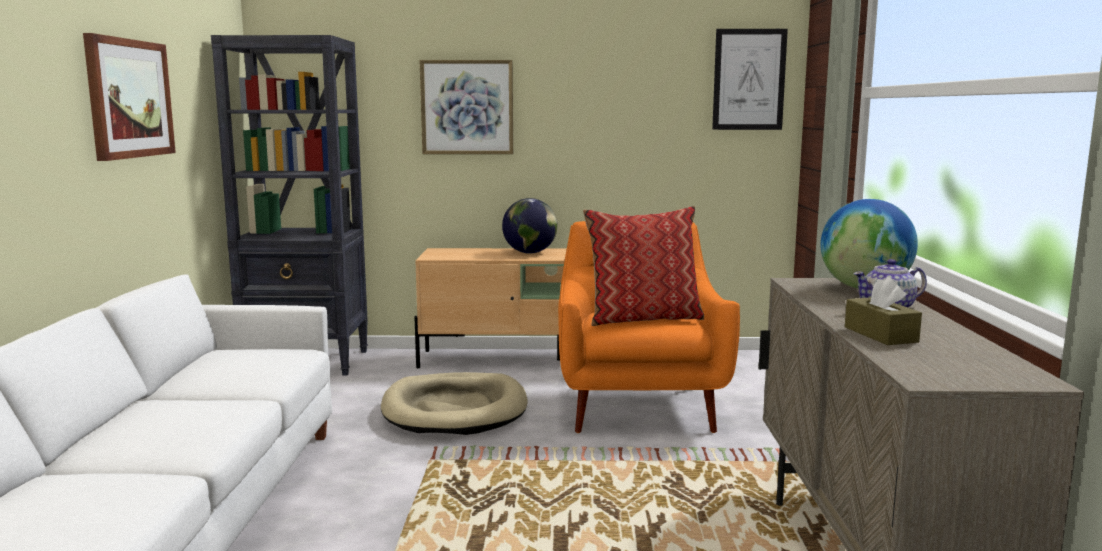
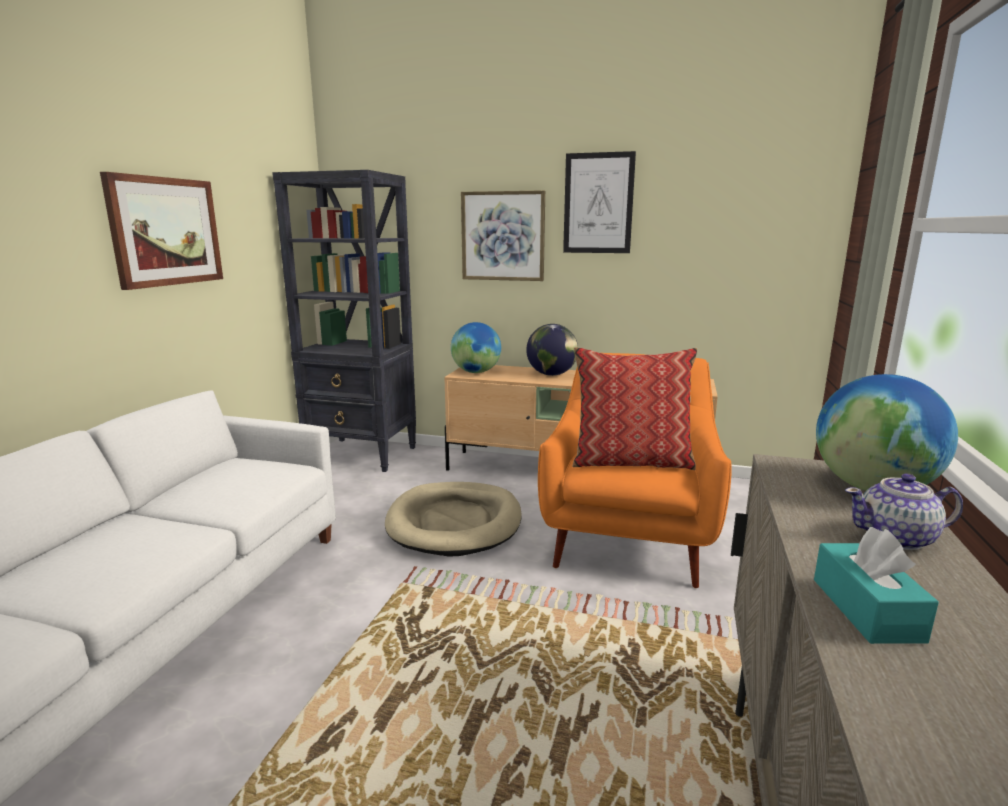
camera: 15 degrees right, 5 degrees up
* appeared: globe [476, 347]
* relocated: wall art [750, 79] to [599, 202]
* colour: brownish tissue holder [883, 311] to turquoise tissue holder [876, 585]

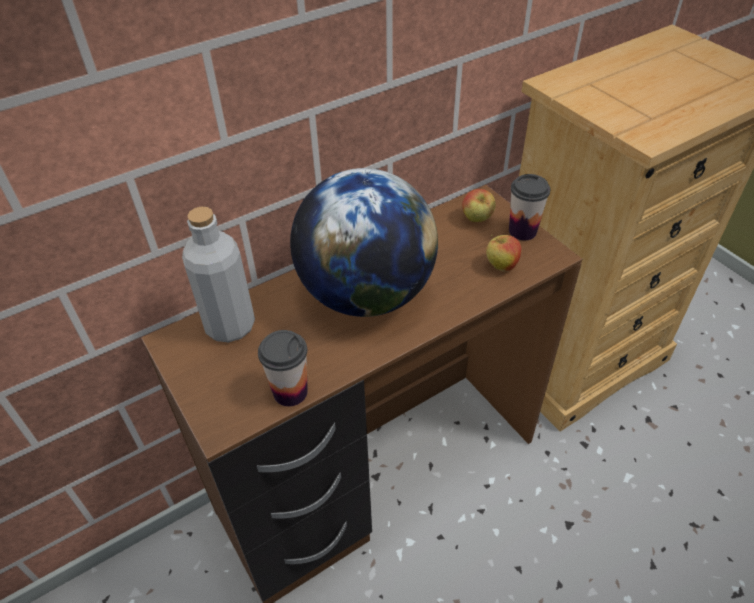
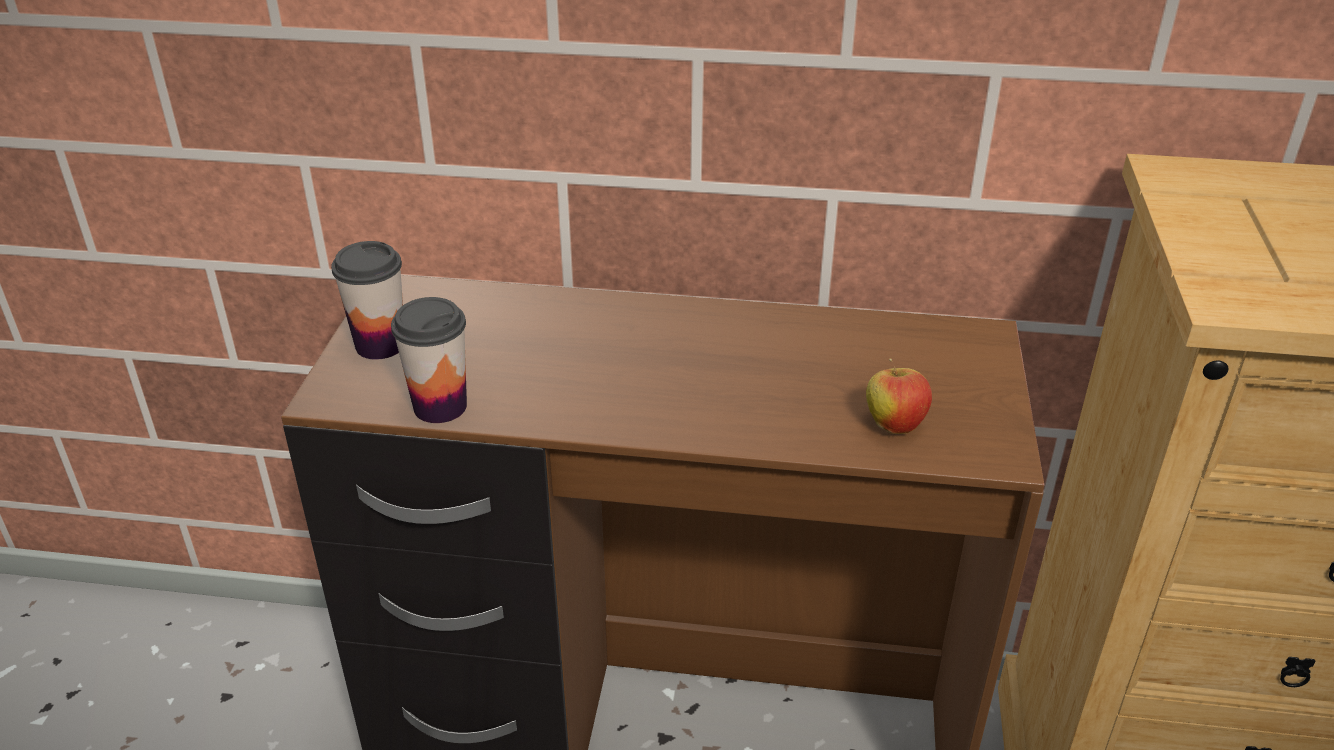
camera: 40 degrees right, 10 degrees down
* relocated: small cup [529, 207] to [367, 300]
* missing: greyish bottle [218, 274]
* missing: globe [364, 242]
* missing: apple fruit [479, 205]

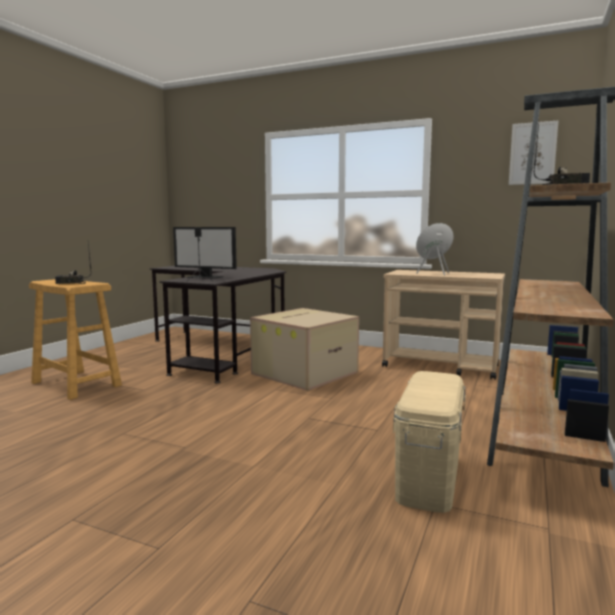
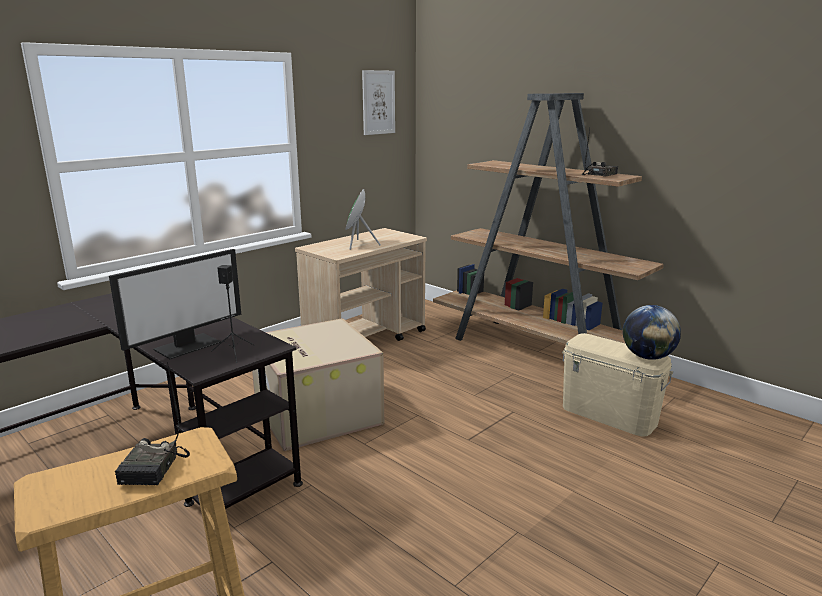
camera: 70 degrees left, 10 degrees up
* appeared: globe [652, 332]

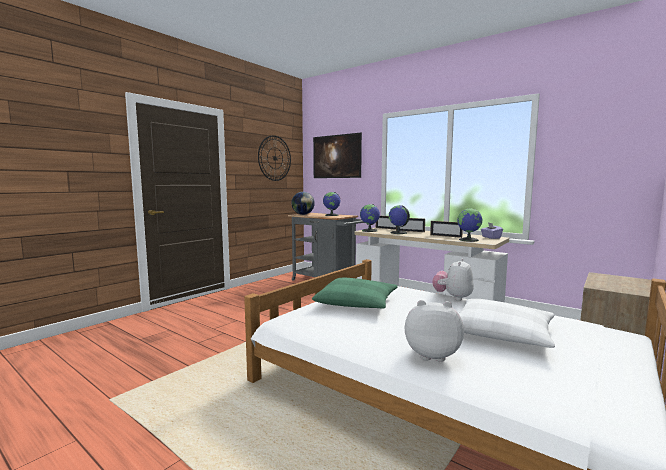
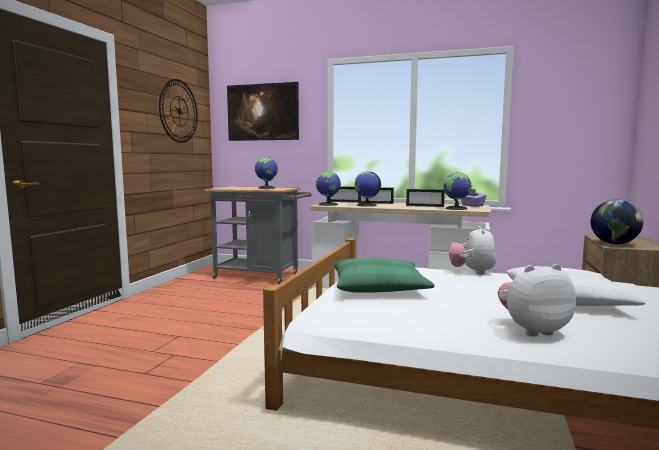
camera: 20 degrees left, 0 degrees up
* relocated: globe [303, 203] to [617, 221]

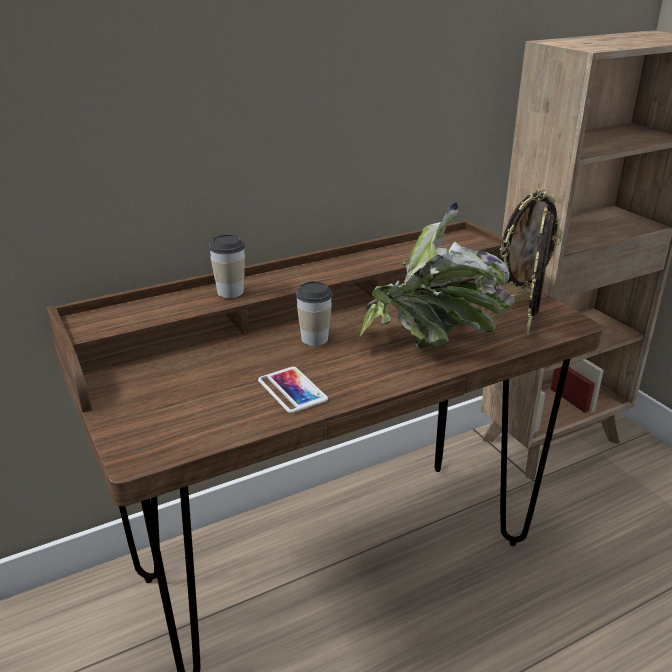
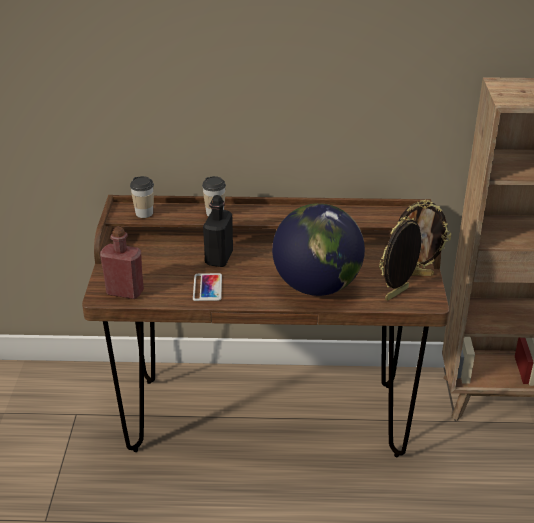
camera: 30 degrees right, 5 degrees up
* appeared: reddish bottle [122, 263]
* relocated: small cup [314, 313] to [142, 197]
* appeared: blackish bottle [218, 231]
* exchanged: houseplant [434, 275] to globe [318, 249]

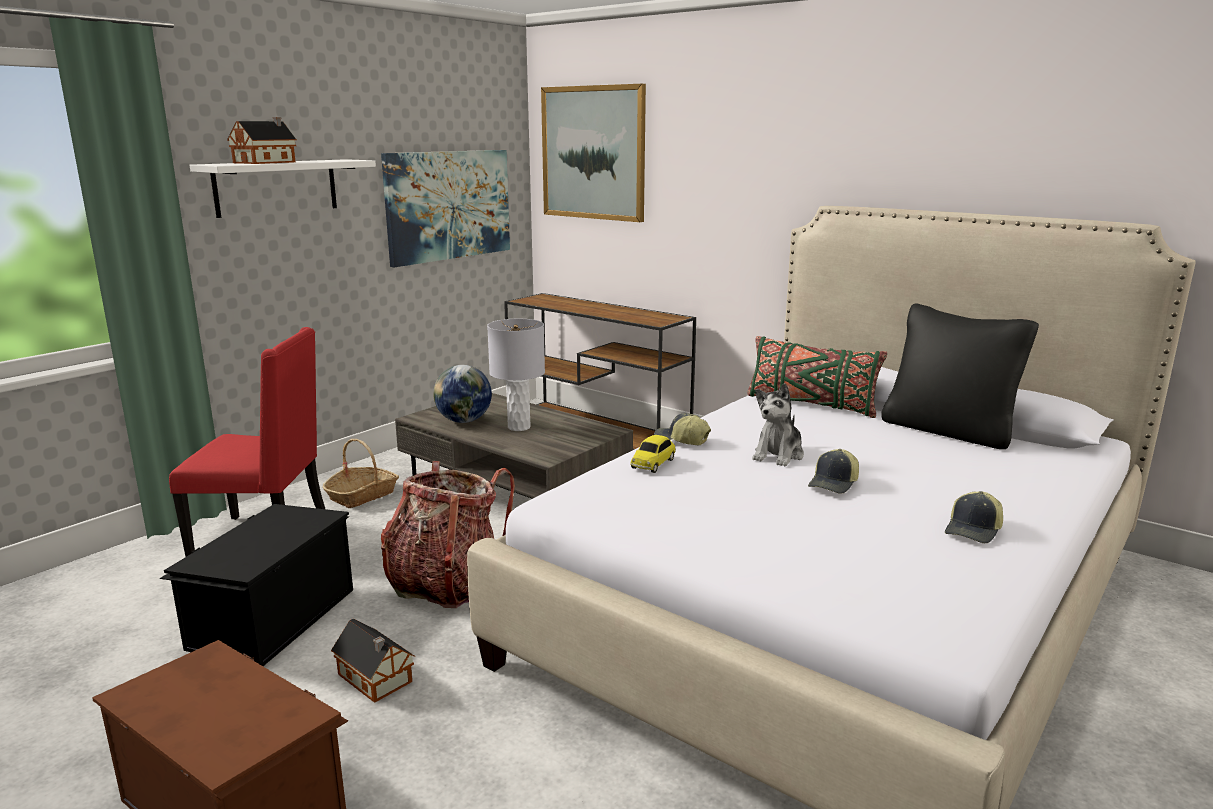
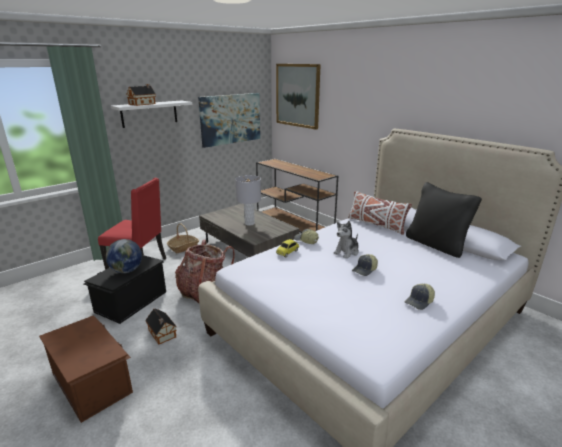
camera: 10 degrees right, 5 degrees up
* relocated: globe [462, 394] to [124, 256]
* colour: greenish pillow [817, 377] to white pillow [380, 213]

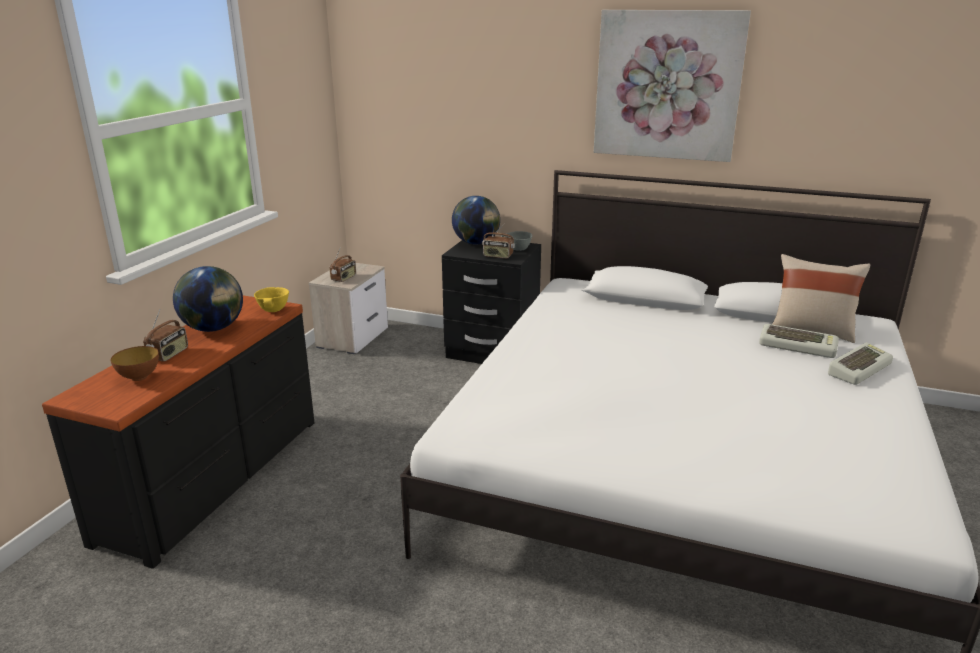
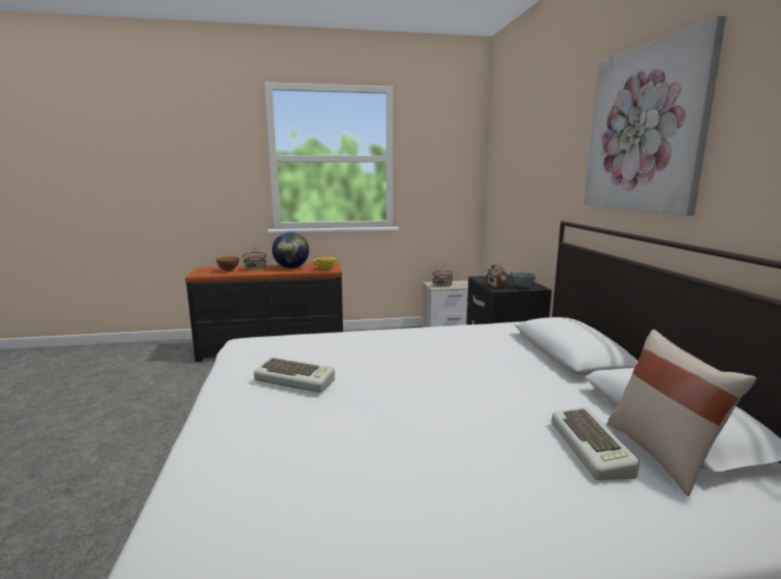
camera: 60 degrees right, 10 degrees down
* relocated: computer keyboard [860, 364] to [294, 374]
* missing: globe [476, 220]

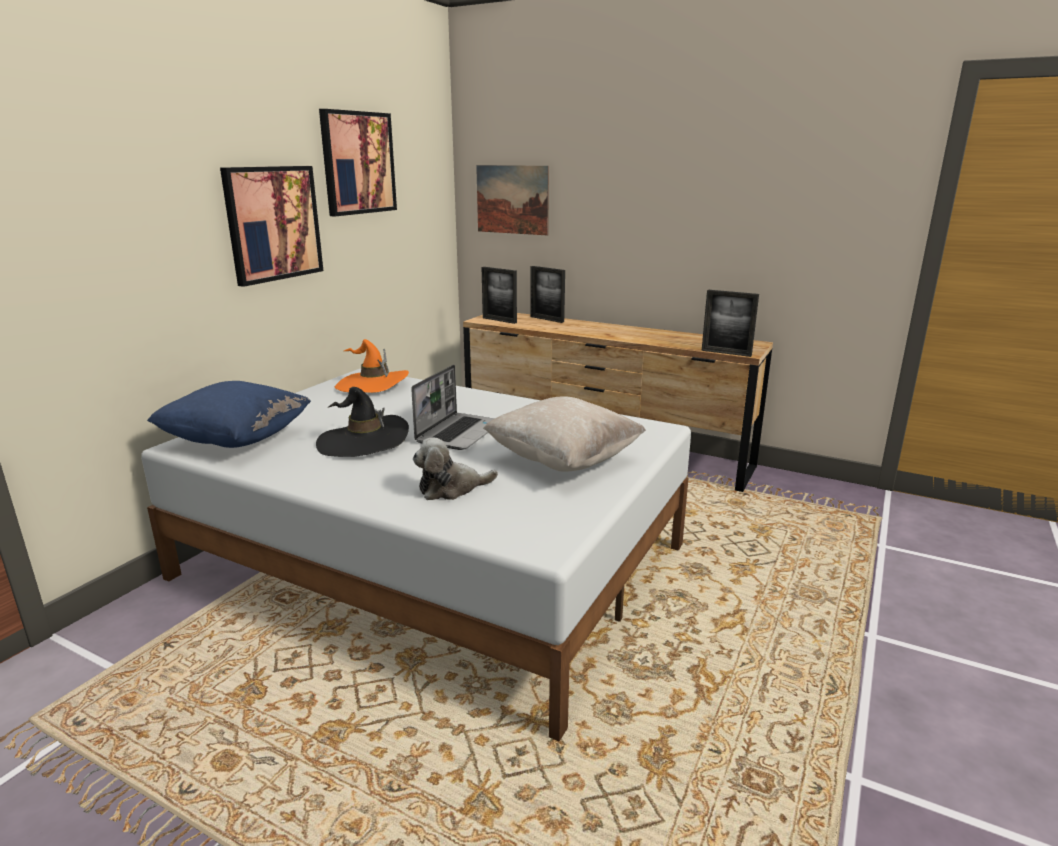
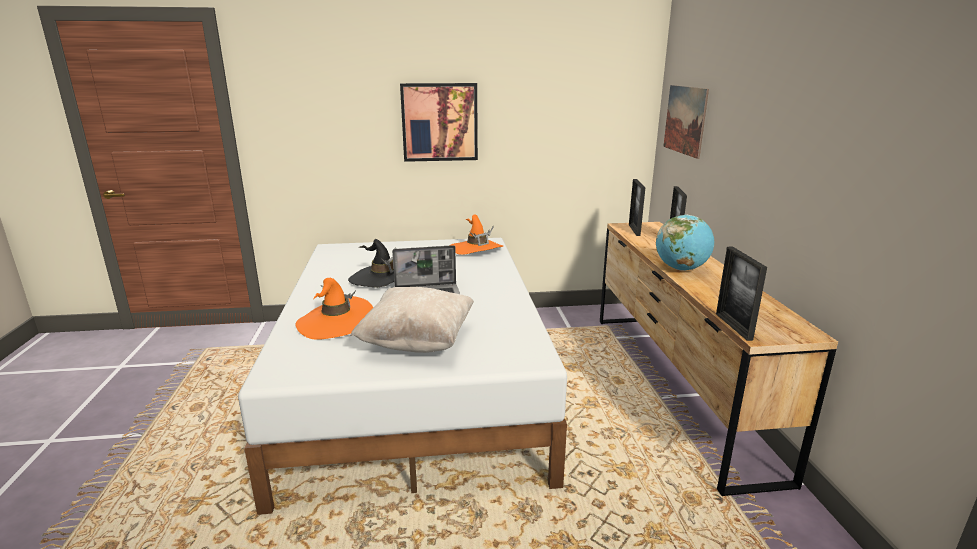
camera: 55 degrees right, 0 degrees up
* exchanged: cuddly toy [455, 469] to orangey wearable hat [334, 309]
* appeared: globe [685, 242]
* missing: bluish pillow [229, 414]
* missing: wall art [358, 162]

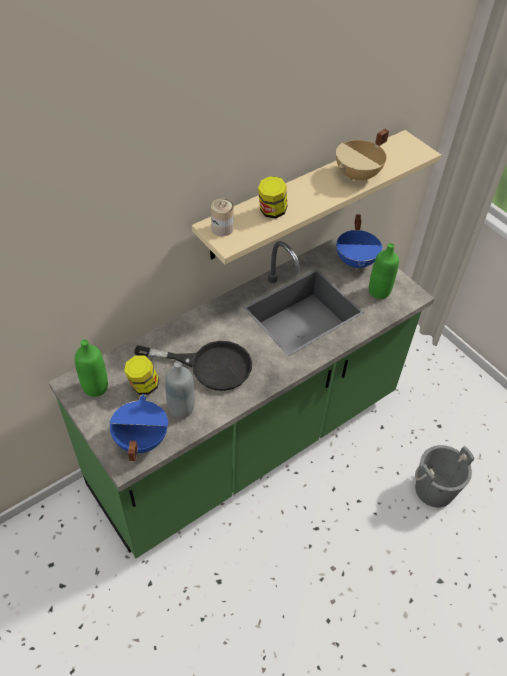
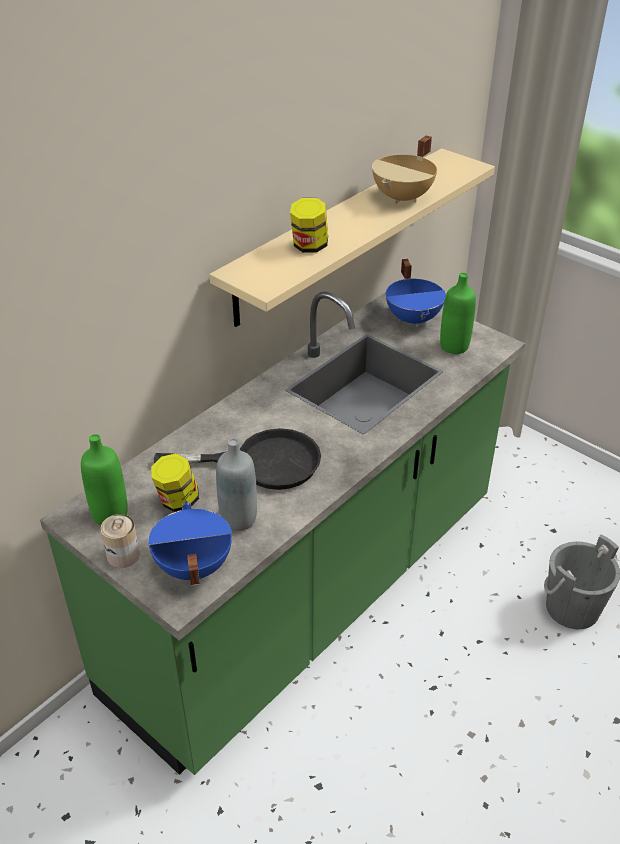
camera: 10 degrees left, 10 degrees down
* relocated: can [222, 217] to [120, 541]

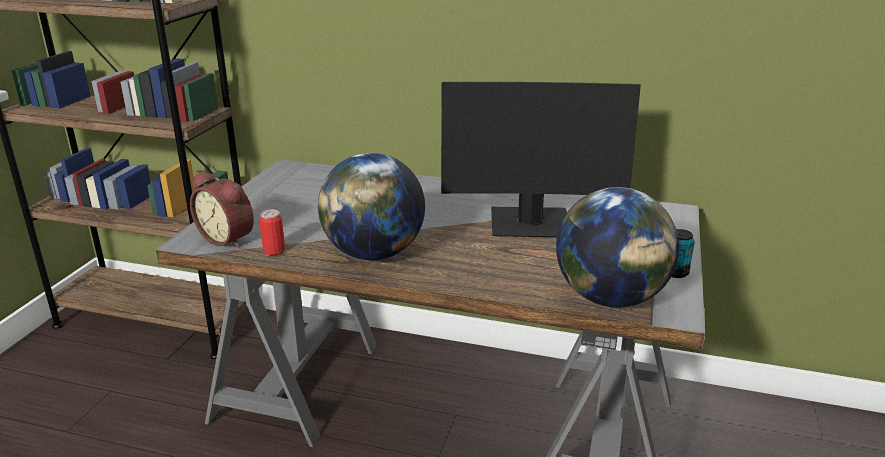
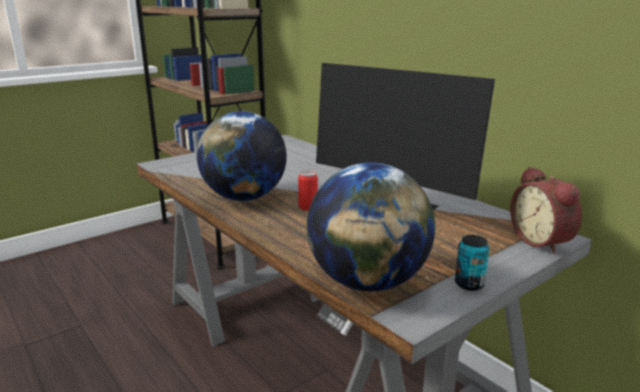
camera: 35 degrees right, 5 degrees down
* relocated: can [272, 232] to [308, 190]
* relocated: bedside clock [222, 209] to [546, 210]

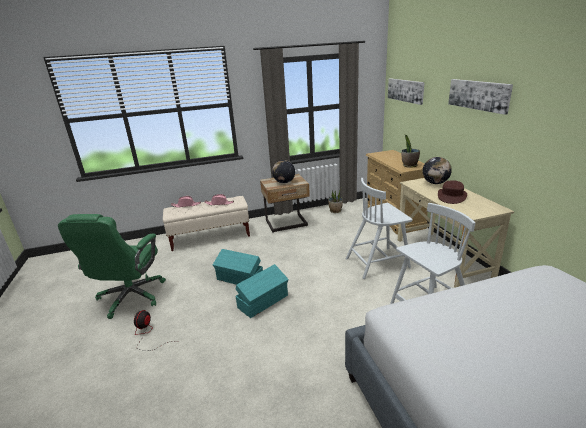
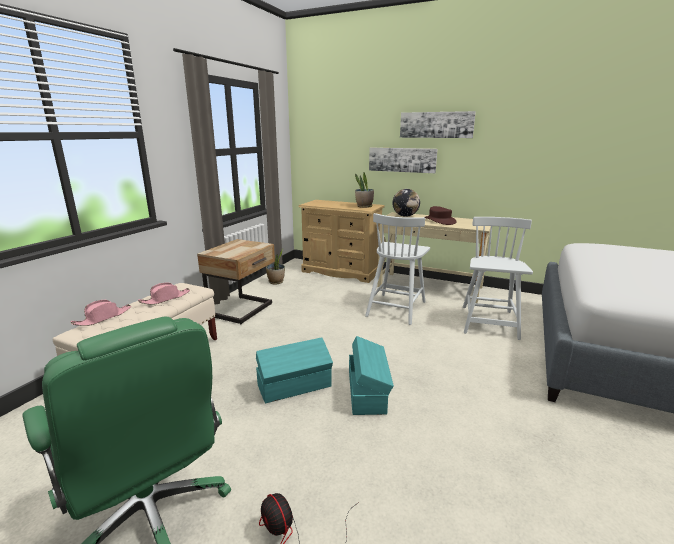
camera: 50 degrees left, 5 degrees down
* relocated: wall art [406, 91] to [403, 160]
* missing: globe [283, 171]

